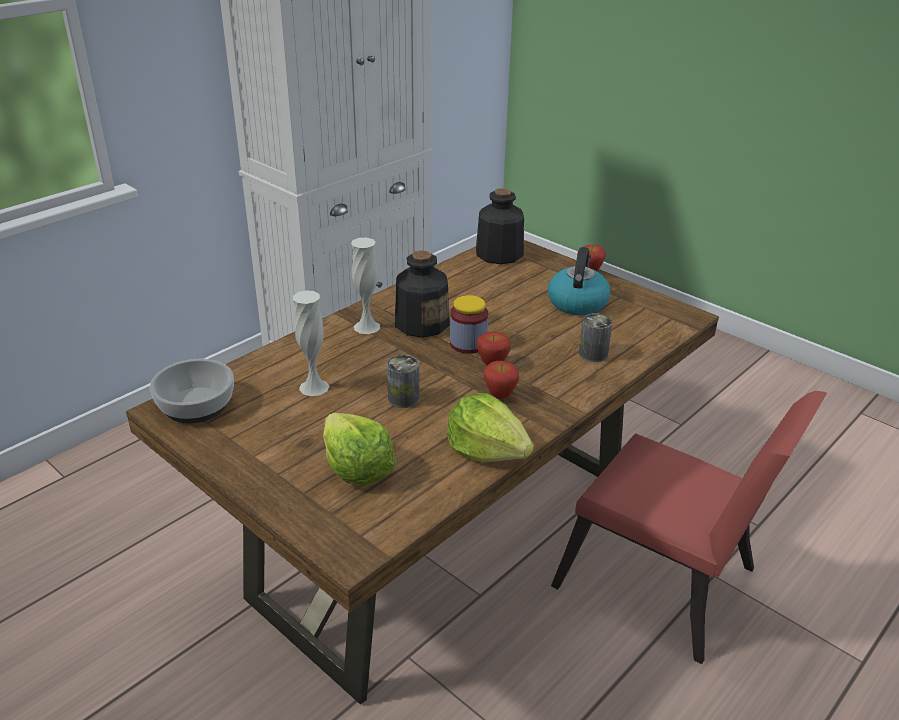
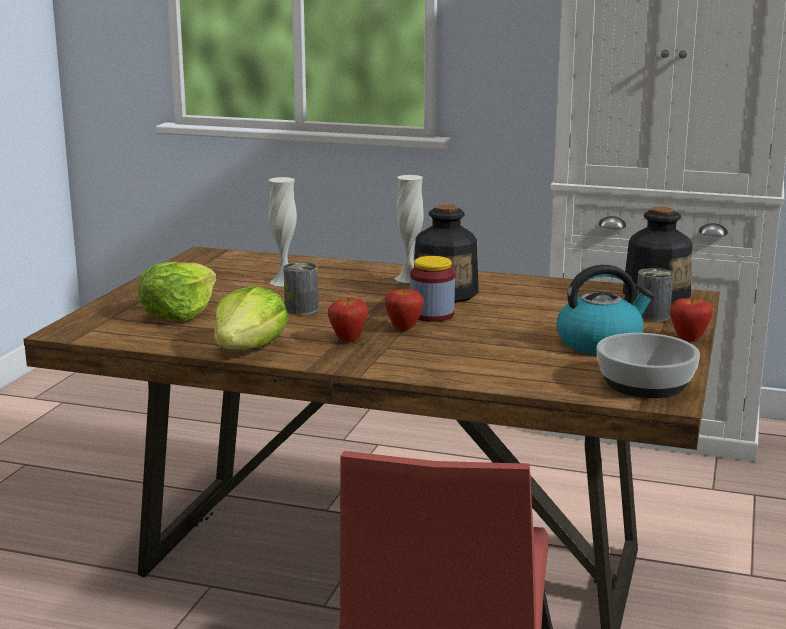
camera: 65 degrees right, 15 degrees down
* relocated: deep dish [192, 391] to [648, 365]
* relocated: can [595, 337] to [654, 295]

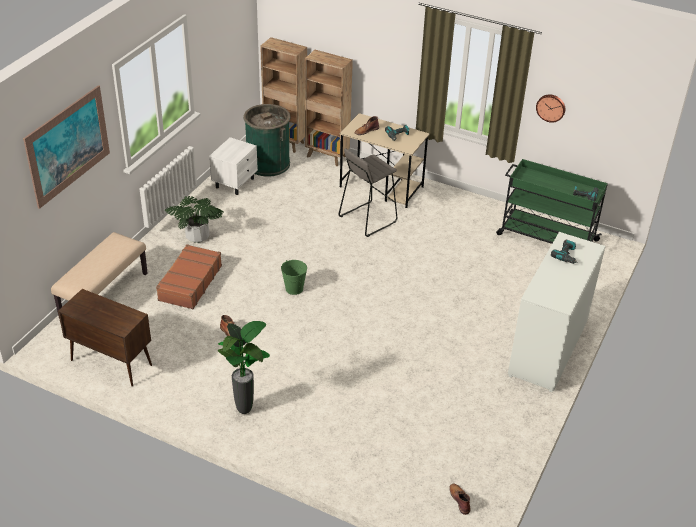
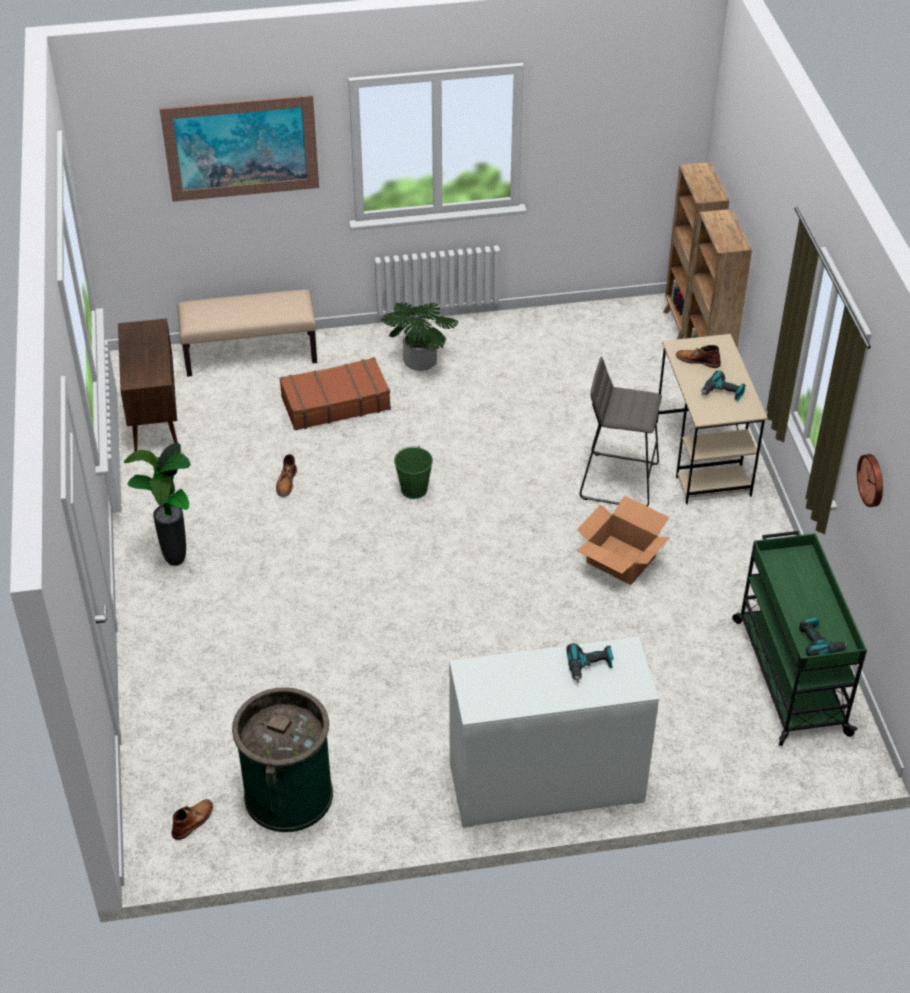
camera: 55 degrees right, 5 degrees up
* relocated: greenish waste bin [266, 140] to [282, 759]
* appeared: packing box [623, 540]
* missing: white bedside table [233, 166]

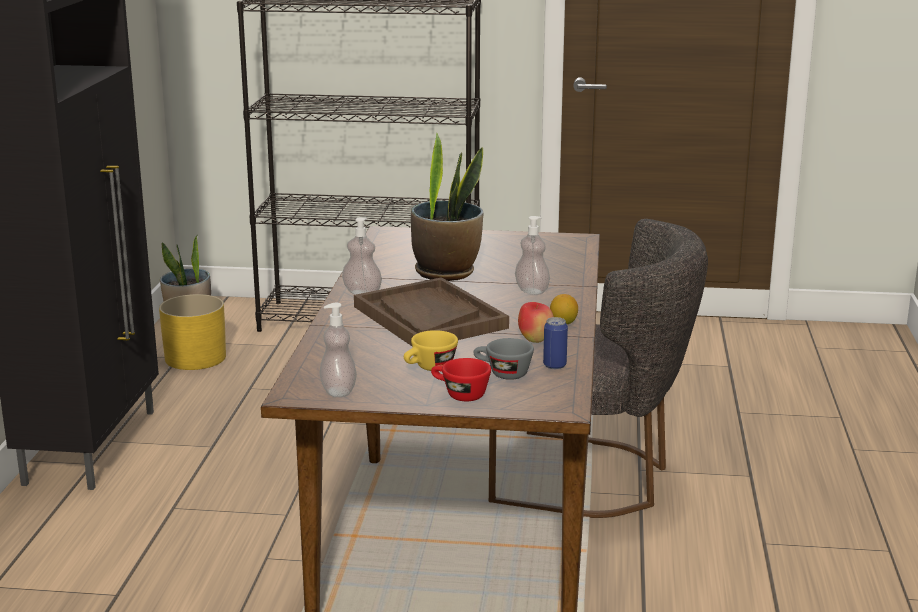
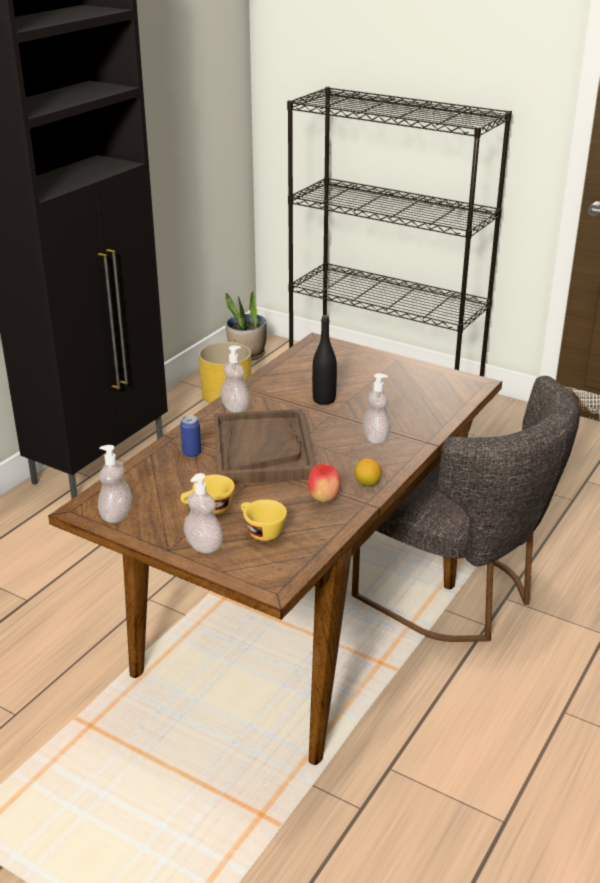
camera: 25 degrees right, 10 degrees up
* relocated: can [555, 343] to [190, 436]
* exchanged: reddish small cup [461, 379] to soap bottle [203, 513]
* colour: greyish small cup [503, 359] to yellow-coloured small cup [264, 520]
* exchanged: houseplant [447, 207] to blackish bottle [324, 360]

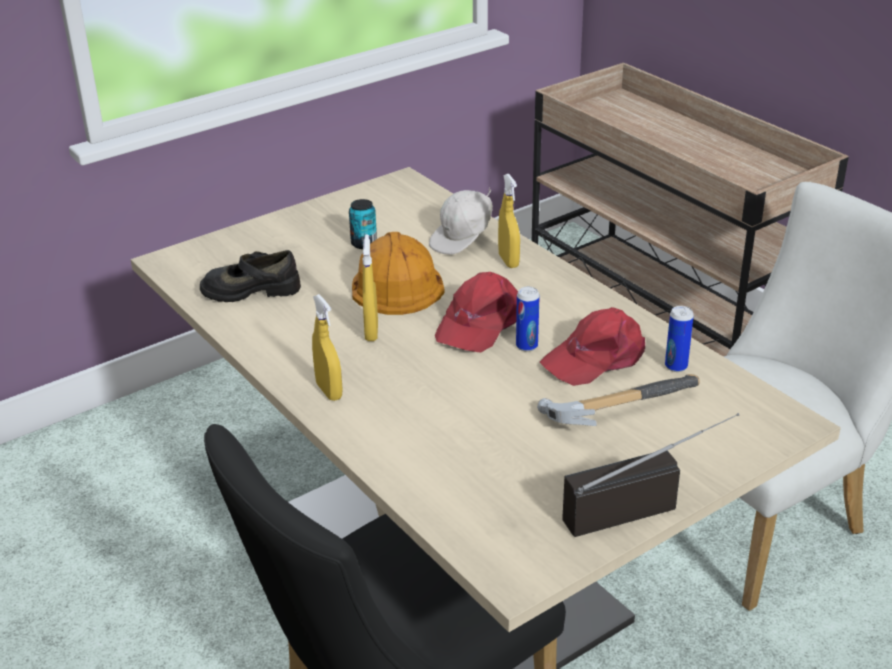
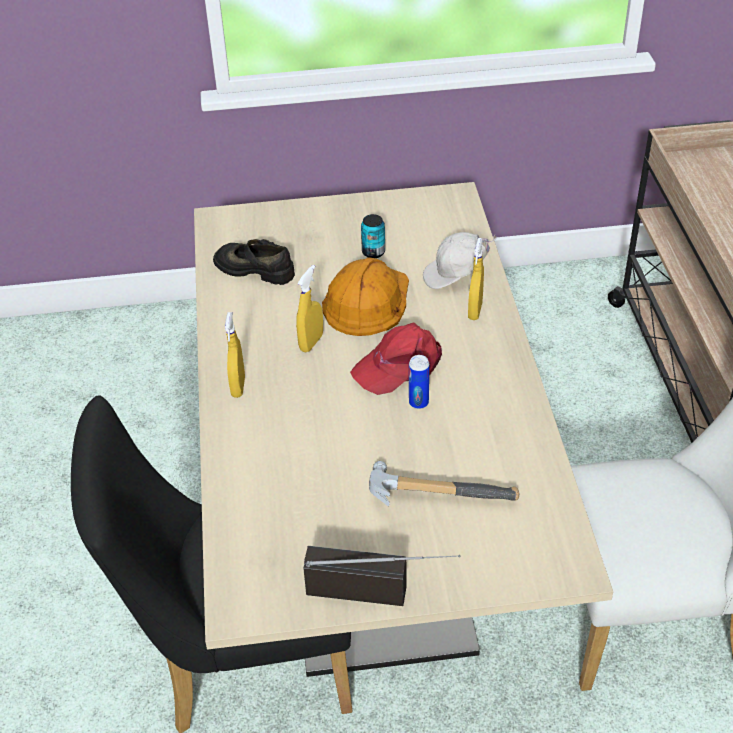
camera: 30 degrees right, 10 degrees up
* missing: reddish baseball cap [592, 346]
* missing: can [679, 339]

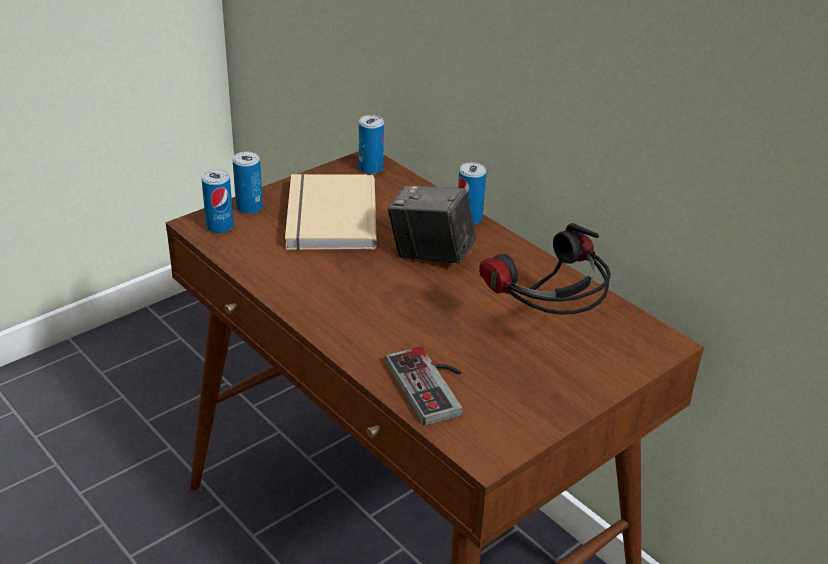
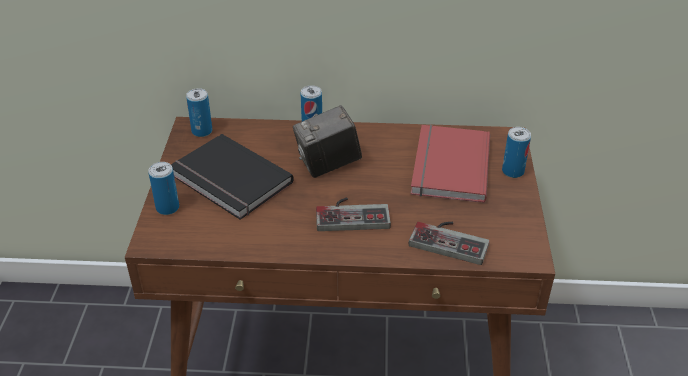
camera: 45 degrees left, 5 degrees up
* colour: beige volume [331, 212] to blackish volume [232, 177]
* appeared: game controller [353, 214]
* exchanged: pair of headphones [545, 269] to reddish volume [450, 164]
* relocated: can [217, 201] to [516, 152]

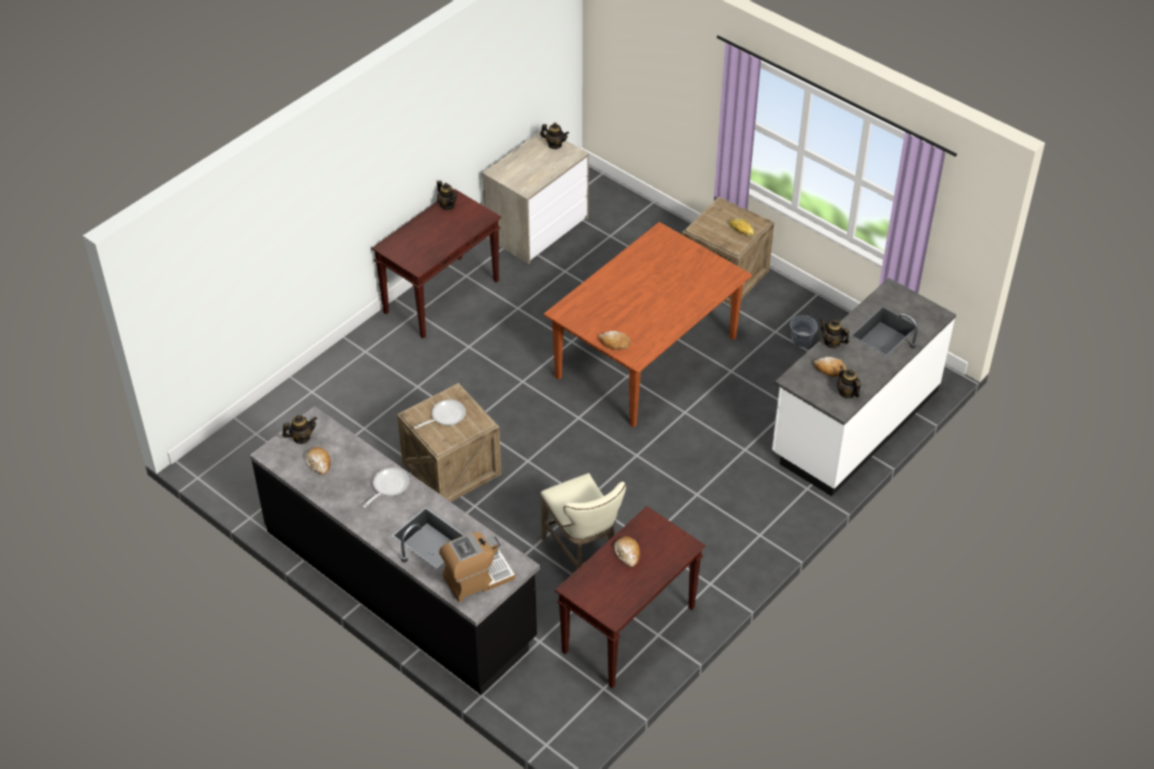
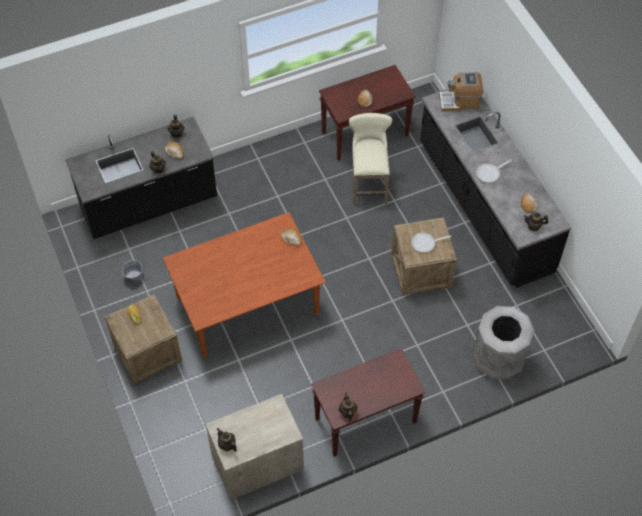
camera: 155 degrees left, 10 degrees up
* colour: white kitchen counter [864, 387] to blackish kitchen counter [141, 178]
* appeared: greyish waste bin [503, 342]

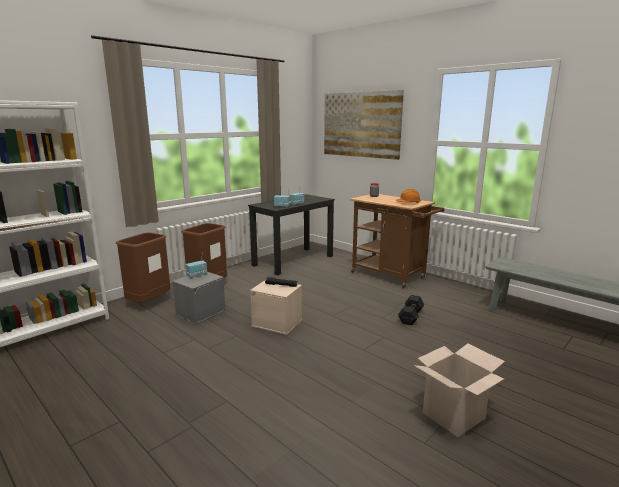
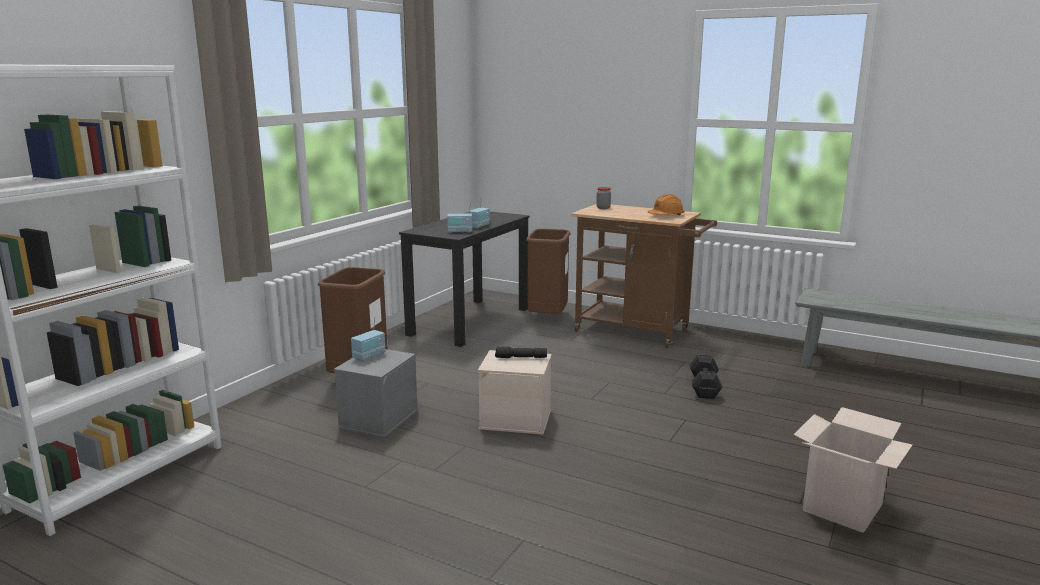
camera: 15 degrees left, 0 degrees up
* relocated: brownish waste bin [143, 267] to [548, 271]
* missing: wall art [364, 125]

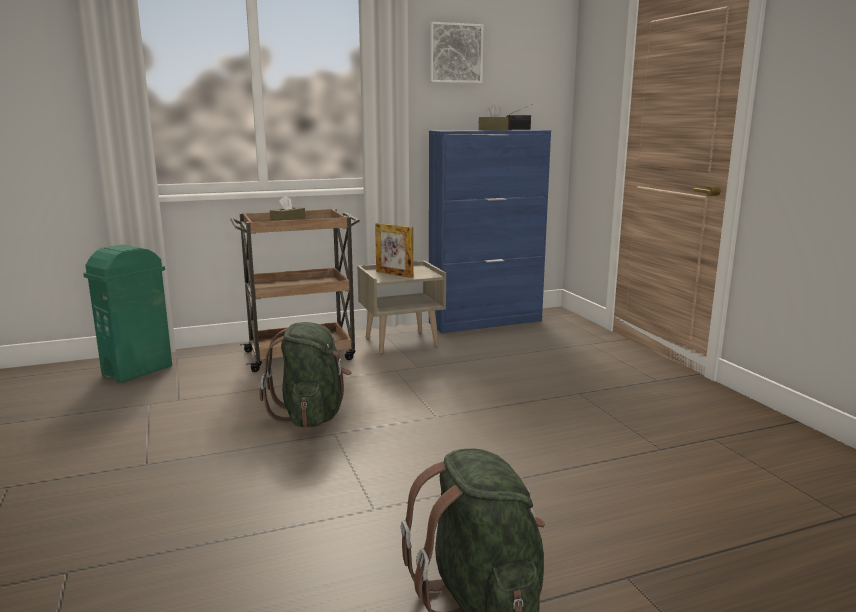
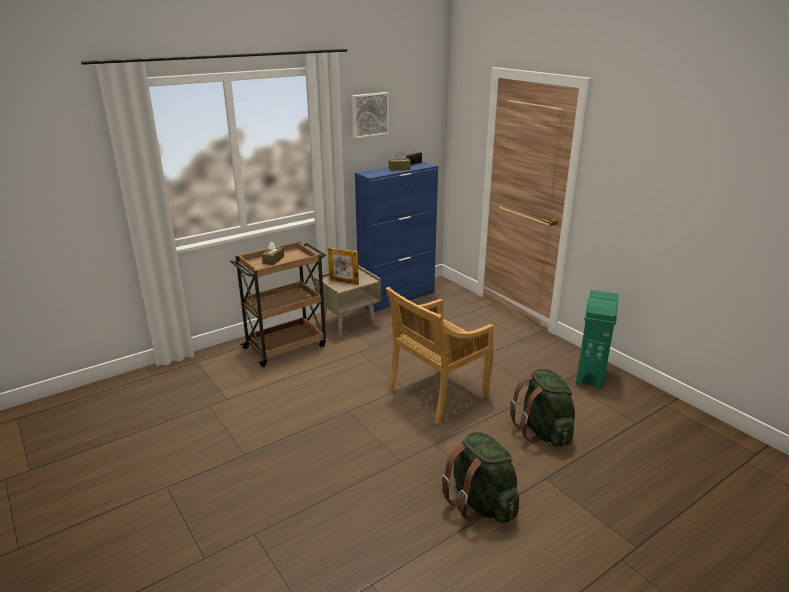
camera: 15 degrees left, 10 degrees up
* appeared: beige chair [440, 355]
* relocated: greenish backpack [306, 375] to [542, 408]
* relocated: greenish waste bin [127, 313] to [597, 339]

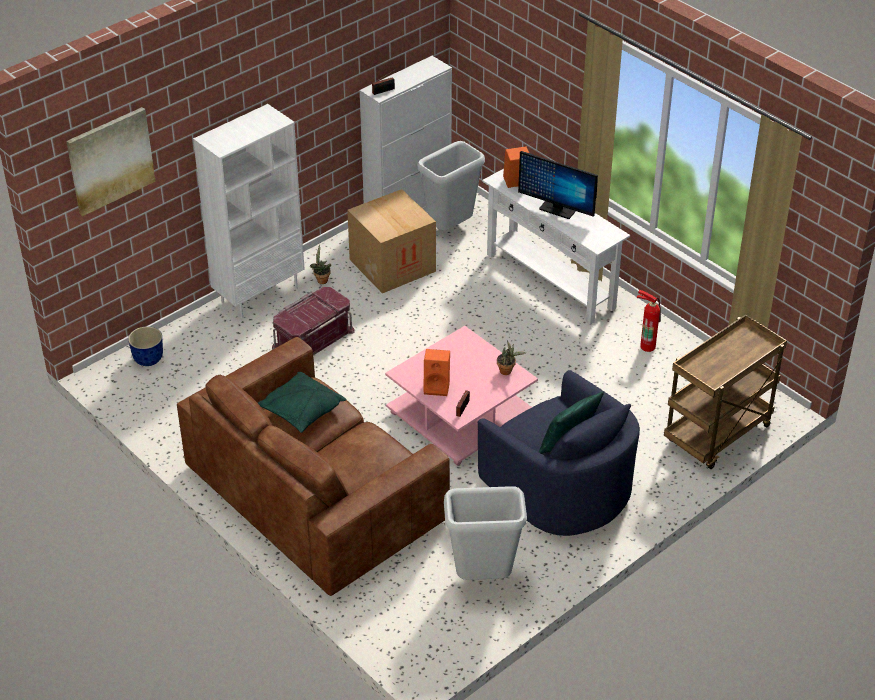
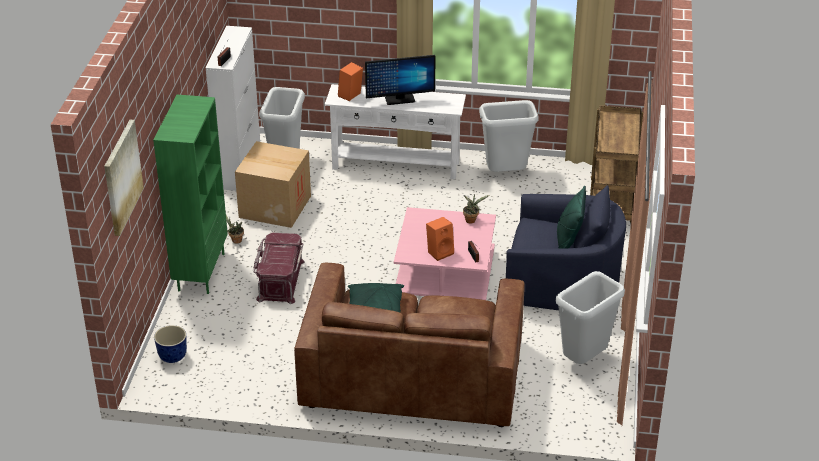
camera: 40 degrees left, 5 degrees down
* colour: white bookshelf [248, 211] to greenish bookshelf [190, 194]
* exchanged: fire-fighting cylinder [649, 321] to greyish waste bin [509, 136]

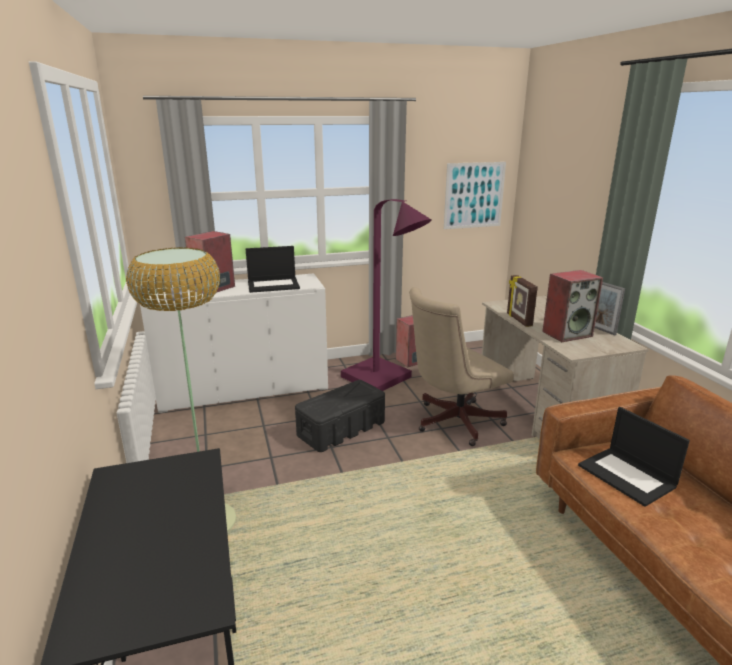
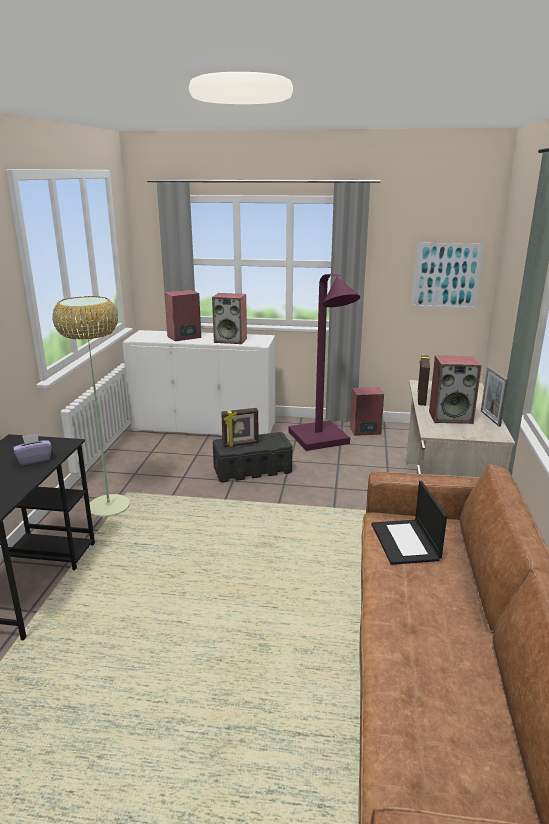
camera: 25 degrees right, 0 degrees up
* appeared: purplish tissue holder [32, 449]
* exchanged: portable computer [273, 269] to audio speaker [229, 318]
* appeared: standing frame [240, 427]
* missing: beige office chair [461, 366]

